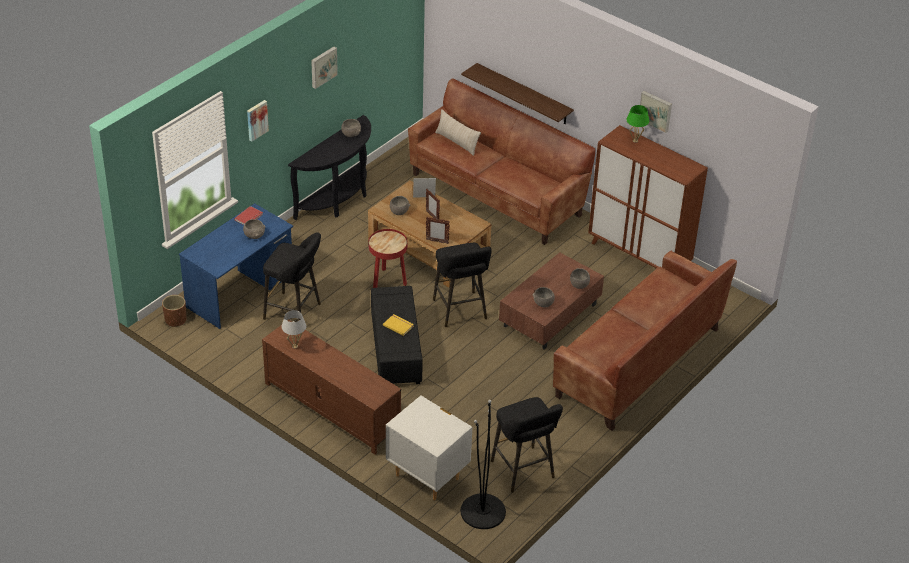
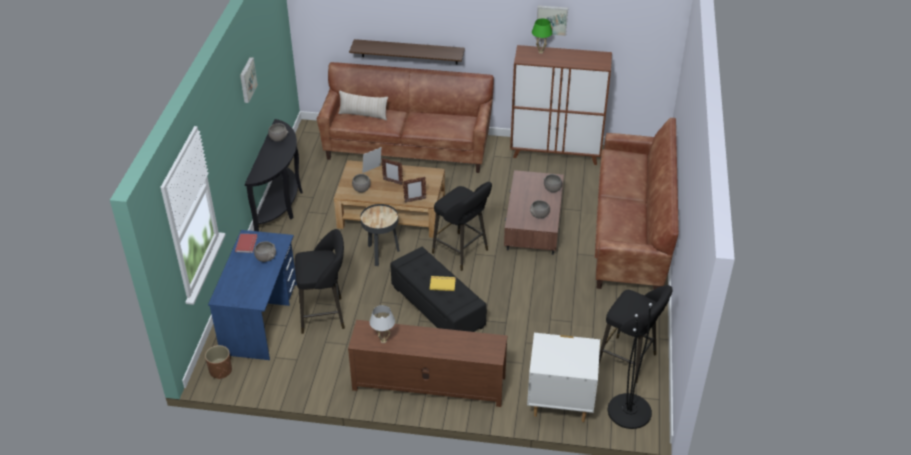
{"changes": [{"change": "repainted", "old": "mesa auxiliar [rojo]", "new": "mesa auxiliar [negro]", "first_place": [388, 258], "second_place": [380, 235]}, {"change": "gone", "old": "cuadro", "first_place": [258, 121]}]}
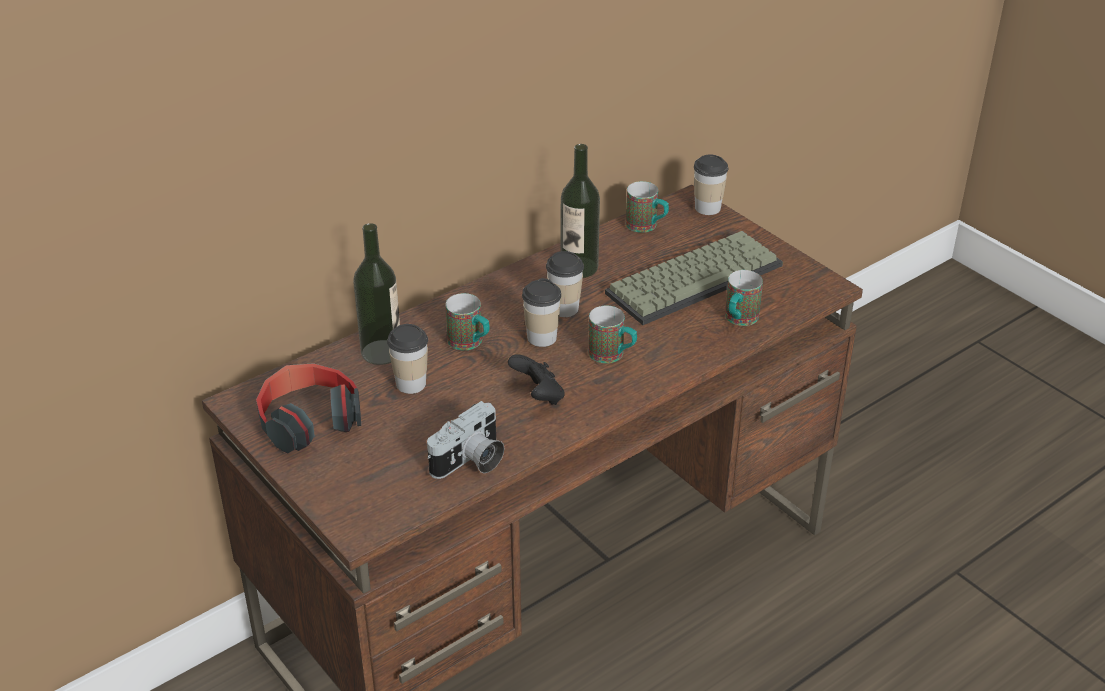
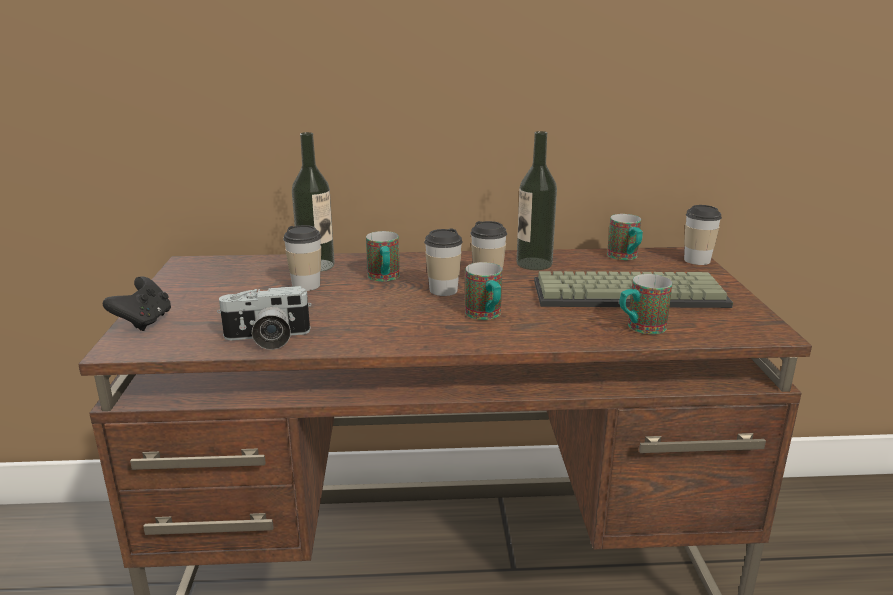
{"changes": [{"change": "shifted", "old": "mando de consola [negro]", "first_place": [536, 379], "second_place": [137, 303]}, {"change": "gone", "old": "auriculares", "first_place": [308, 408]}]}
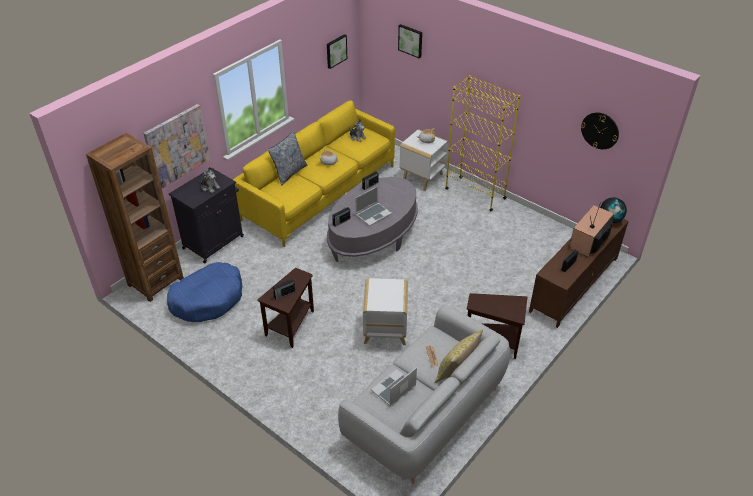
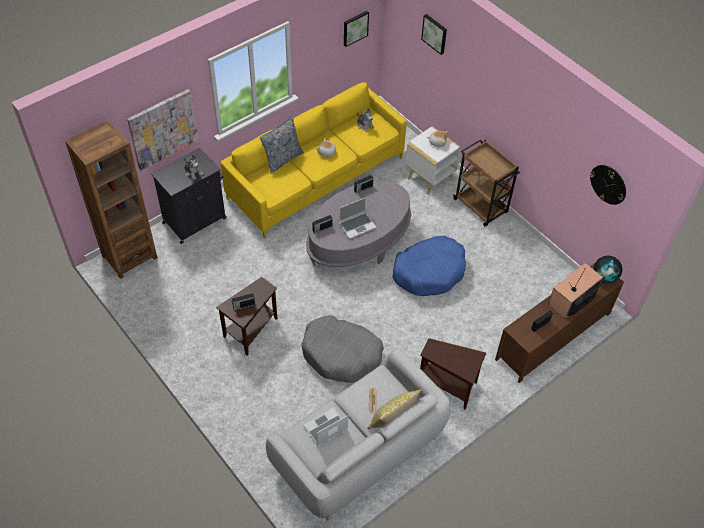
{"changes": [{"change": "swapped", "old": "mesa auxiliar [blanco]", "new": "cama para perro [gris]", "first_place": [385, 311], "second_place": [342, 349]}, {"change": "shifted", "old": "cama para perro [azul]", "first_place": [204, 292], "second_place": [429, 266]}, {"change": "swapped", "old": "estantería [amarillo]", "new": "carrito [marrón]", "first_place": [482, 143], "second_place": [486, 183]}]}
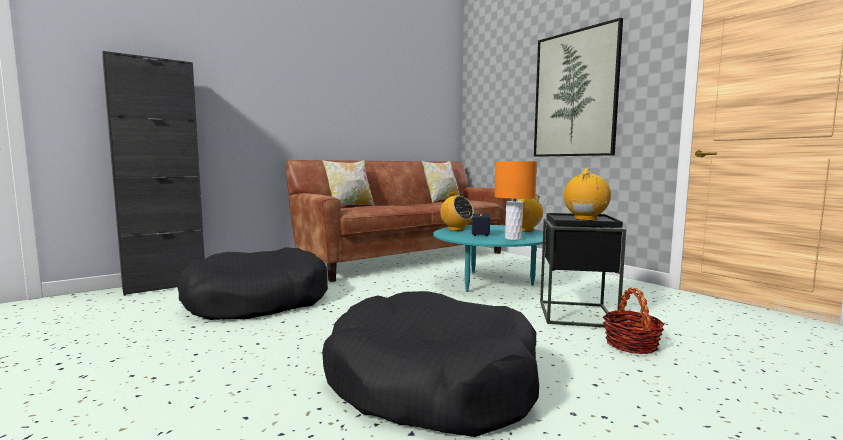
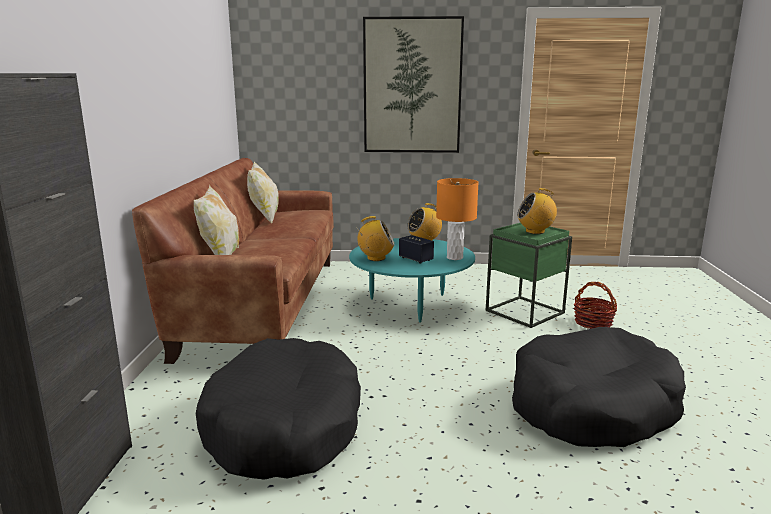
{"changes": [{"change": "repainted", "old": "mesa auxiliar [negro]", "new": "mesa auxiliar [verde]", "first_place": [583, 270], "second_place": [529, 275]}, {"change": "rotated", "old": "radio", "first_place": [587, 195], "second_place": [537, 211], "degrees": -75}]}
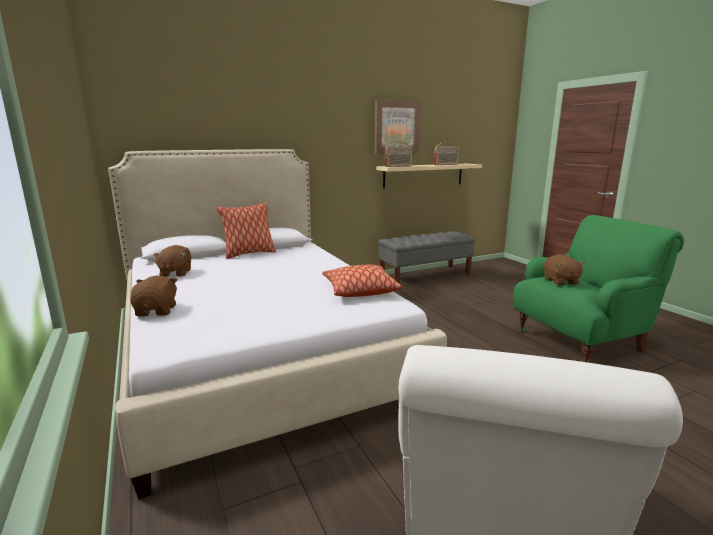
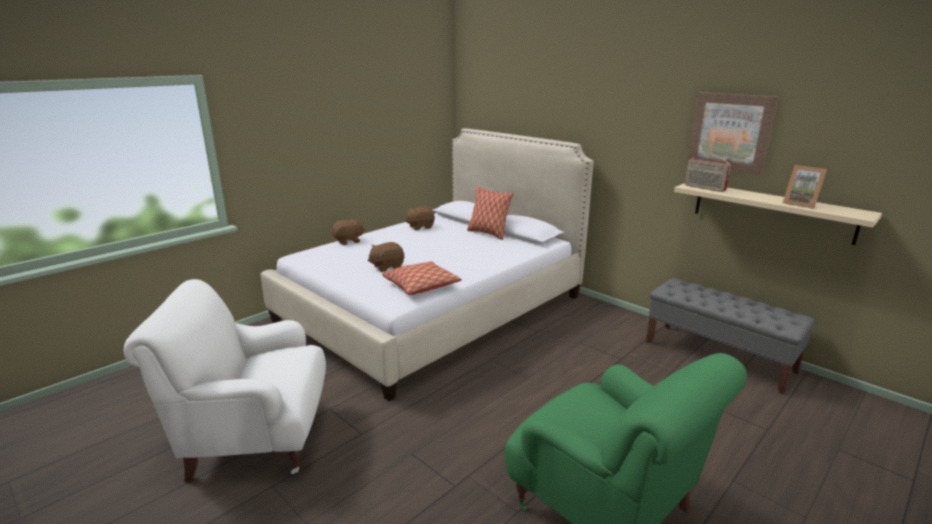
{"changes": [{"change": "shifted", "old": "peluche [marrón]", "first_place": [564, 270], "second_place": [386, 257]}, {"change": "swapped", "old": "radio", "new": "portarretratos", "first_place": [446, 153], "second_place": [805, 187]}]}
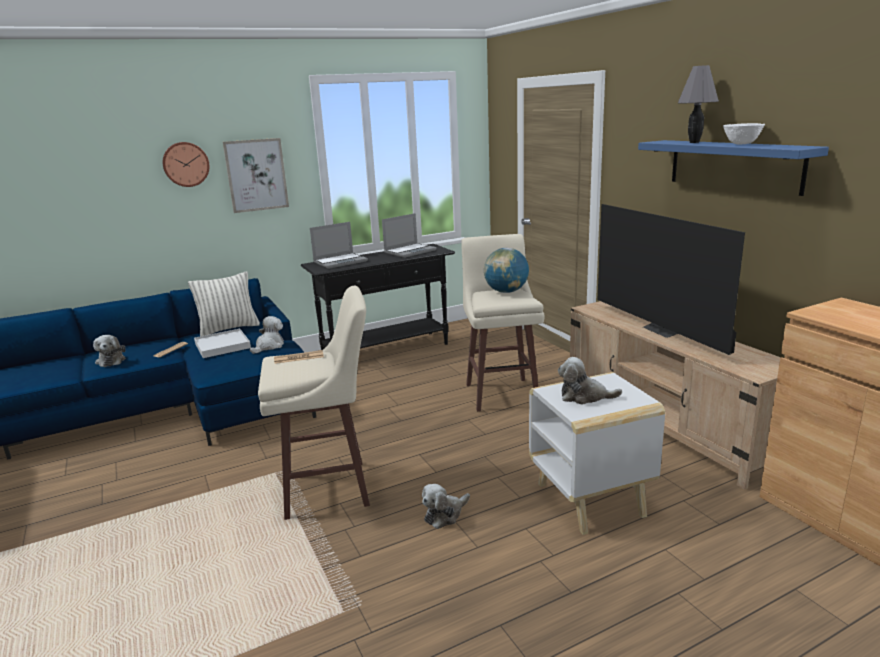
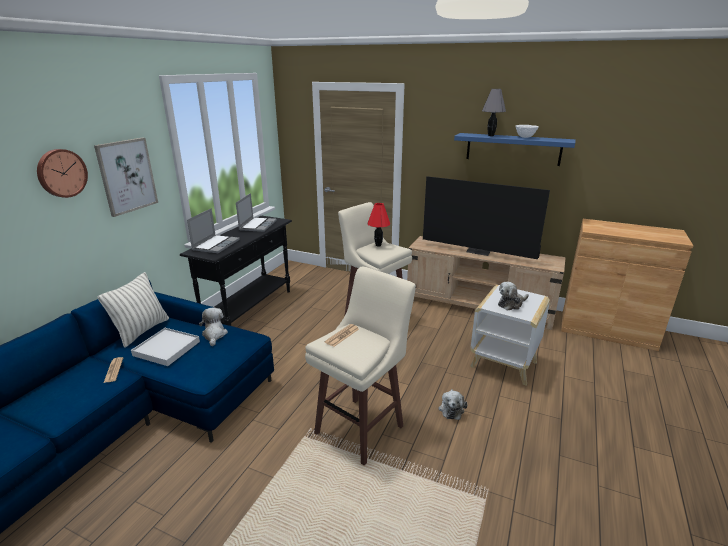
{"changes": [{"change": "swapped", "old": "globo terráqueo", "new": "lámpara de mesa [rojo]", "first_place": [506, 270], "second_place": [378, 225]}, {"change": "gone", "old": "peluche", "first_place": [109, 351]}]}
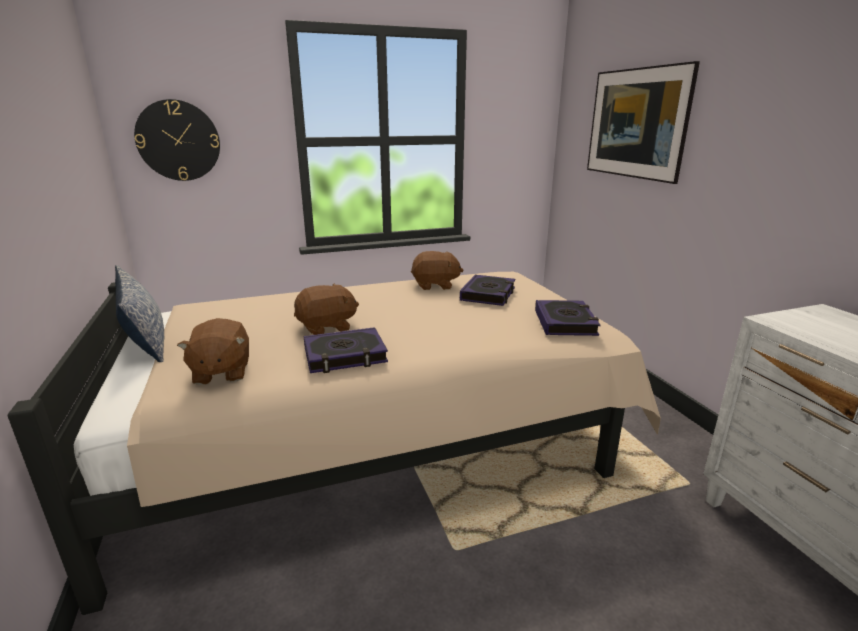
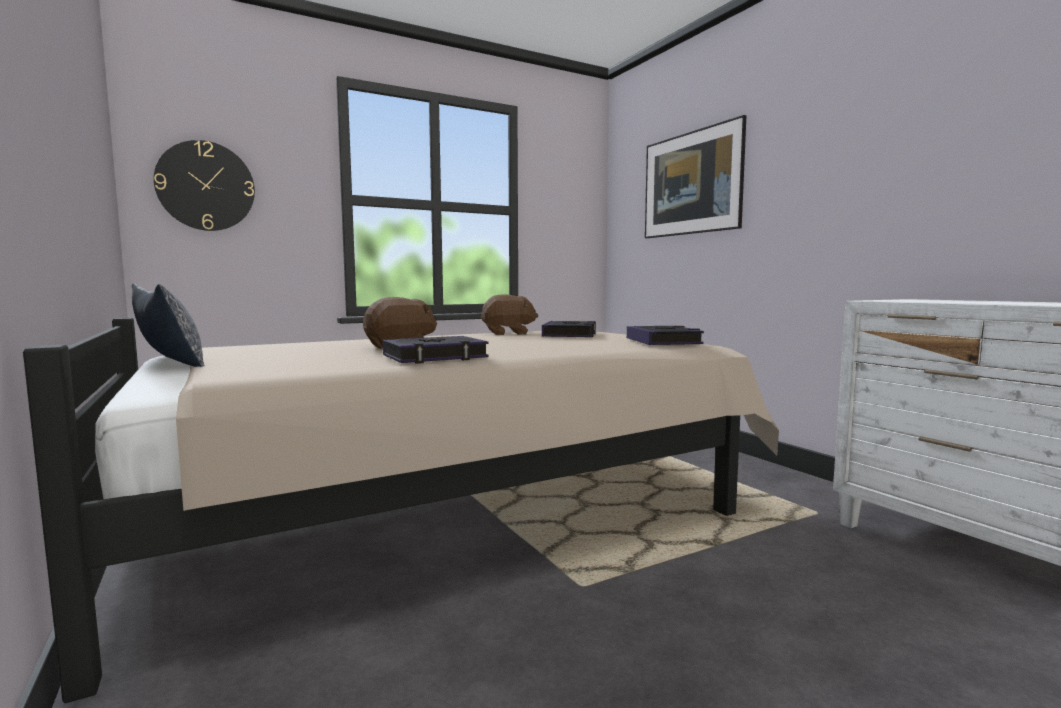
{"changes": [{"change": "gone", "old": "peluche [marrón]", "first_place": [213, 351]}]}
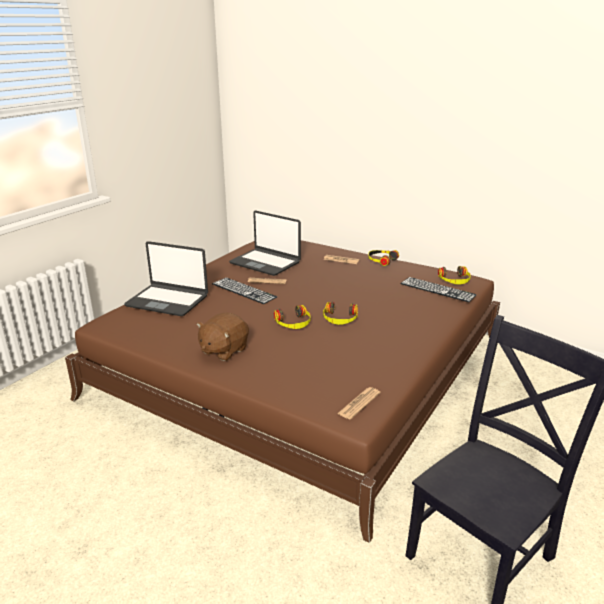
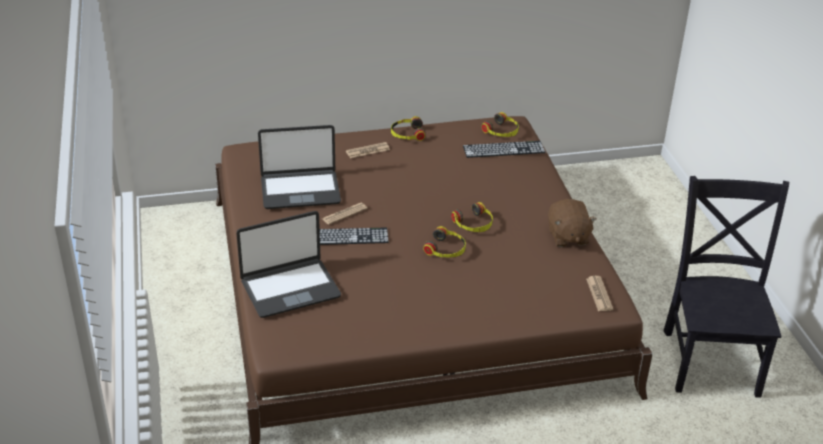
{"changes": [{"change": "shifted", "old": "peluche [marrón]", "first_place": [222, 337], "second_place": [572, 223]}]}
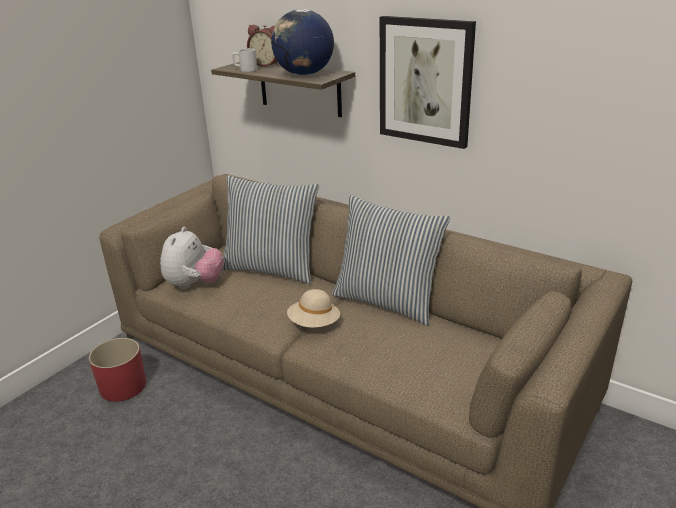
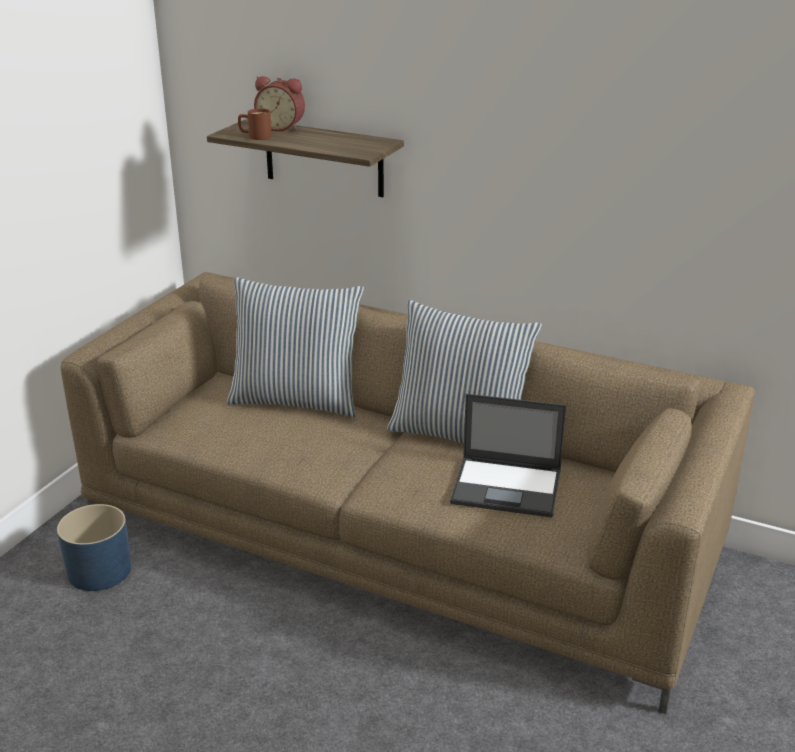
{"changes": [{"change": "repainted", "old": "maceta [rojo]", "new": "maceta [azul]", "first_place": [117, 370], "second_place": [94, 547]}, {"change": "repainted", "old": "taza grande [blanco]", "new": "taza grande [marrón]", "first_place": [244, 60], "second_place": [255, 124]}, {"change": "new", "new": "portátil", "second_place": [508, 456]}, {"change": "gone", "old": "peluche", "first_place": [192, 258]}, {"change": "gone", "old": "globo terráqueo", "first_place": [302, 42]}, {"change": "gone", "old": "sombrero [beis]", "first_place": [313, 308]}, {"change": "gone", "old": "cuadro", "first_place": [428, 82]}]}
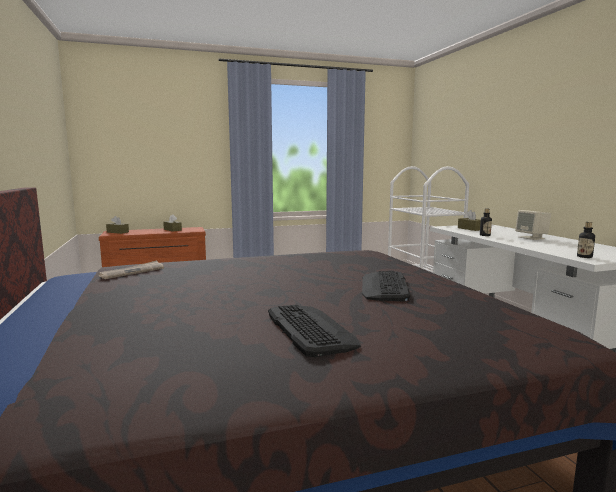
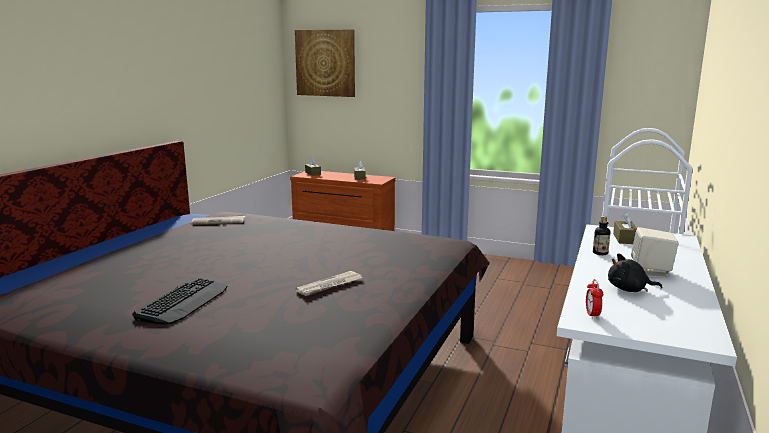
{"changes": [{"change": "new", "new": "cuadro", "second_place": [325, 63]}, {"change": "swapped", "old": "teclado", "new": "periódico", "first_place": [386, 286], "second_place": [329, 283]}, {"change": "swapped", "old": "botella", "new": "despertador", "first_place": [586, 240], "second_place": [594, 299]}, {"change": "new", "new": "peluche [negro]", "second_place": [635, 273]}]}
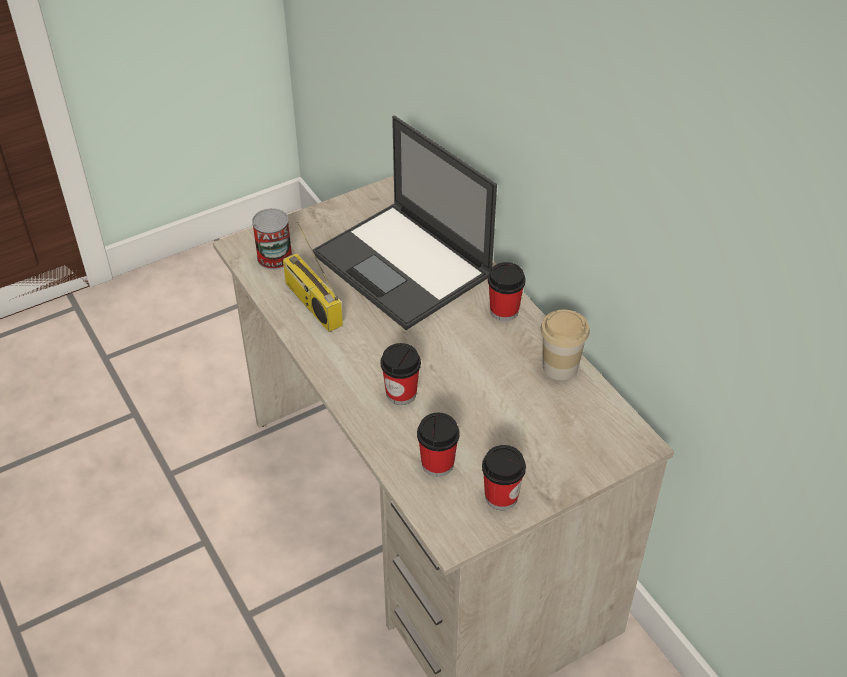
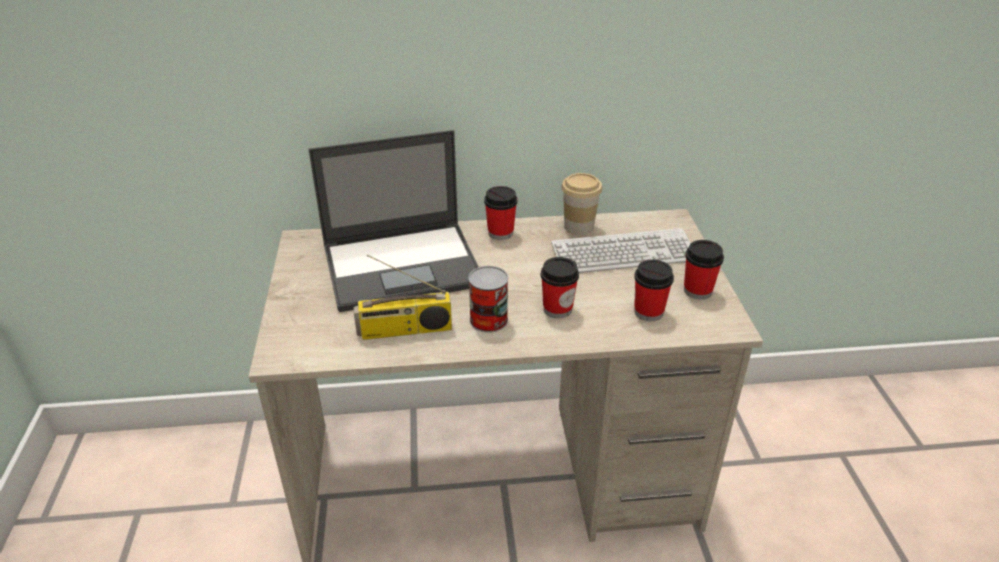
{"changes": [{"change": "shifted", "old": "lata", "first_place": [272, 239], "second_place": [488, 299]}, {"change": "new", "new": "teclado", "second_place": [621, 250]}]}
